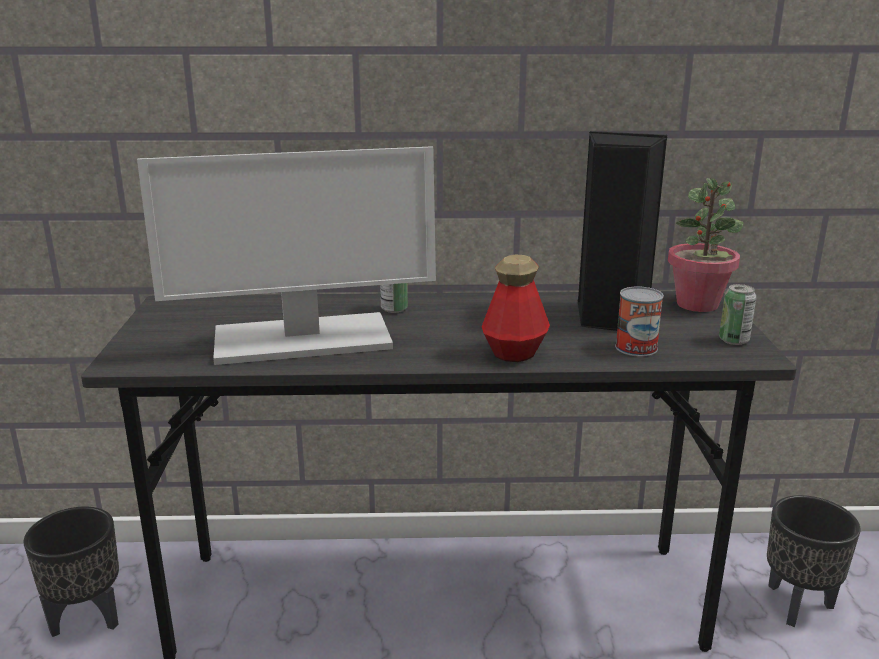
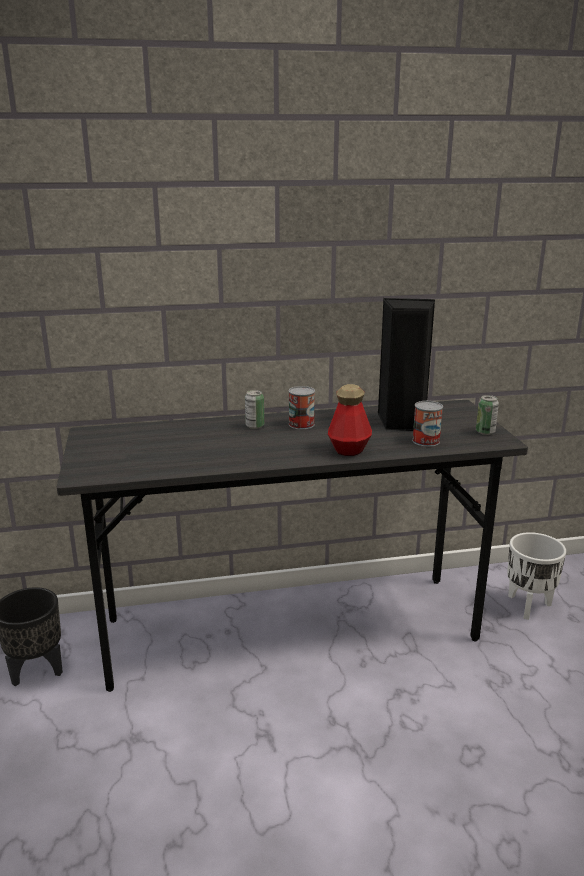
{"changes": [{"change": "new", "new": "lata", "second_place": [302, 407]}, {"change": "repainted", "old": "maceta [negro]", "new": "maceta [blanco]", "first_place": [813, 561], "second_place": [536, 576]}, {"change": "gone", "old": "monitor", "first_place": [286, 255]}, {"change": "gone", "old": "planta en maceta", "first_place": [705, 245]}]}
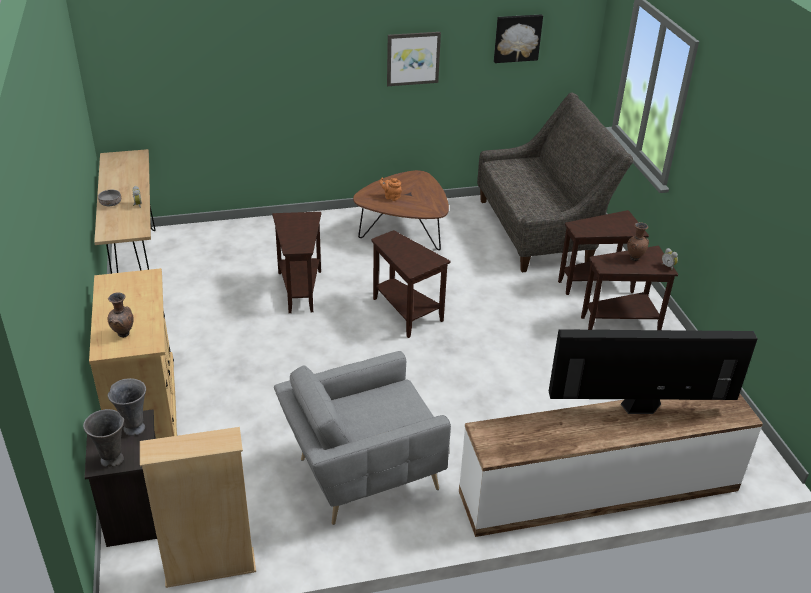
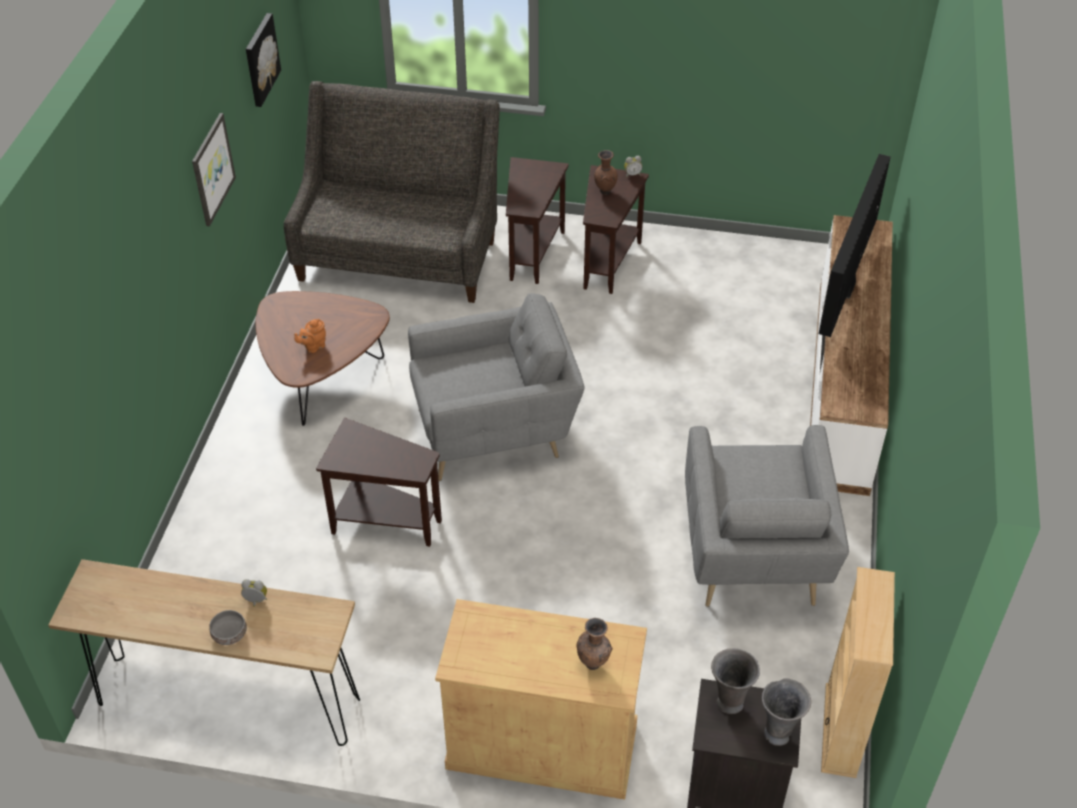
{"changes": [{"change": "swapped", "old": "mesa auxiliar [marrón]", "new": "sillón [gris]", "first_place": [410, 284], "second_place": [496, 387]}]}
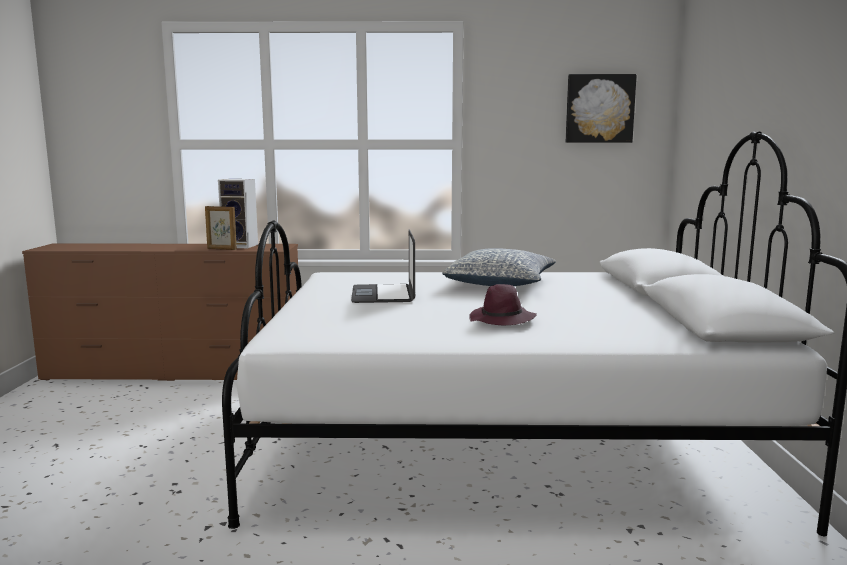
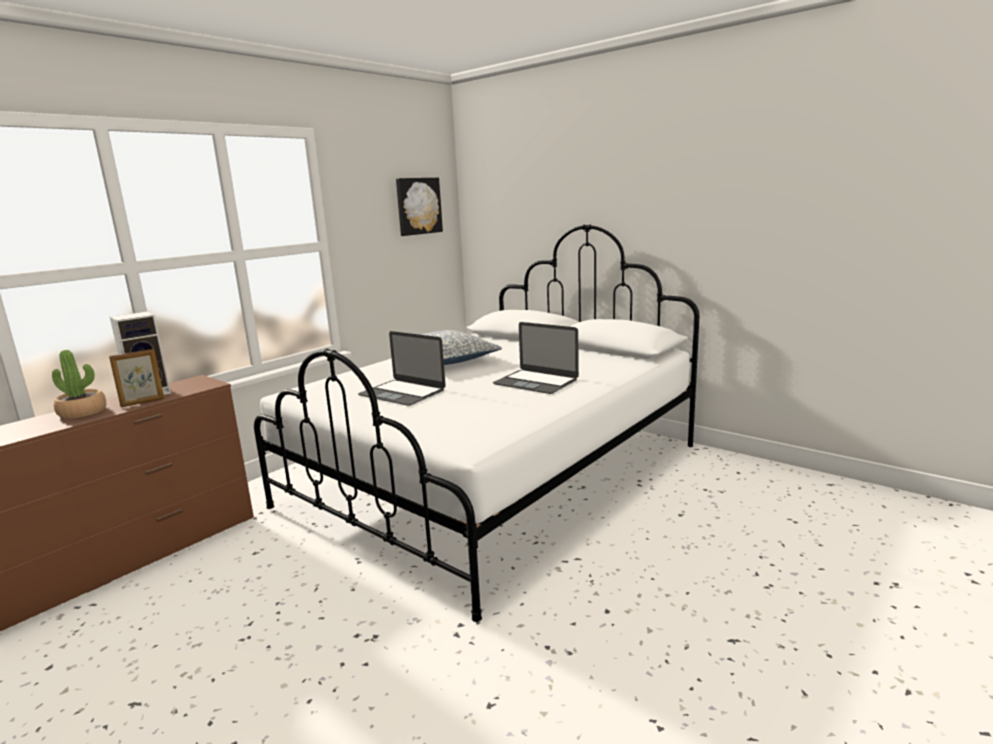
{"changes": [{"change": "new", "new": "planta en maceta", "second_place": [79, 384]}, {"change": "swapped", "old": "sombrero [morado]", "new": "portátil", "first_place": [503, 304], "second_place": [536, 358]}]}
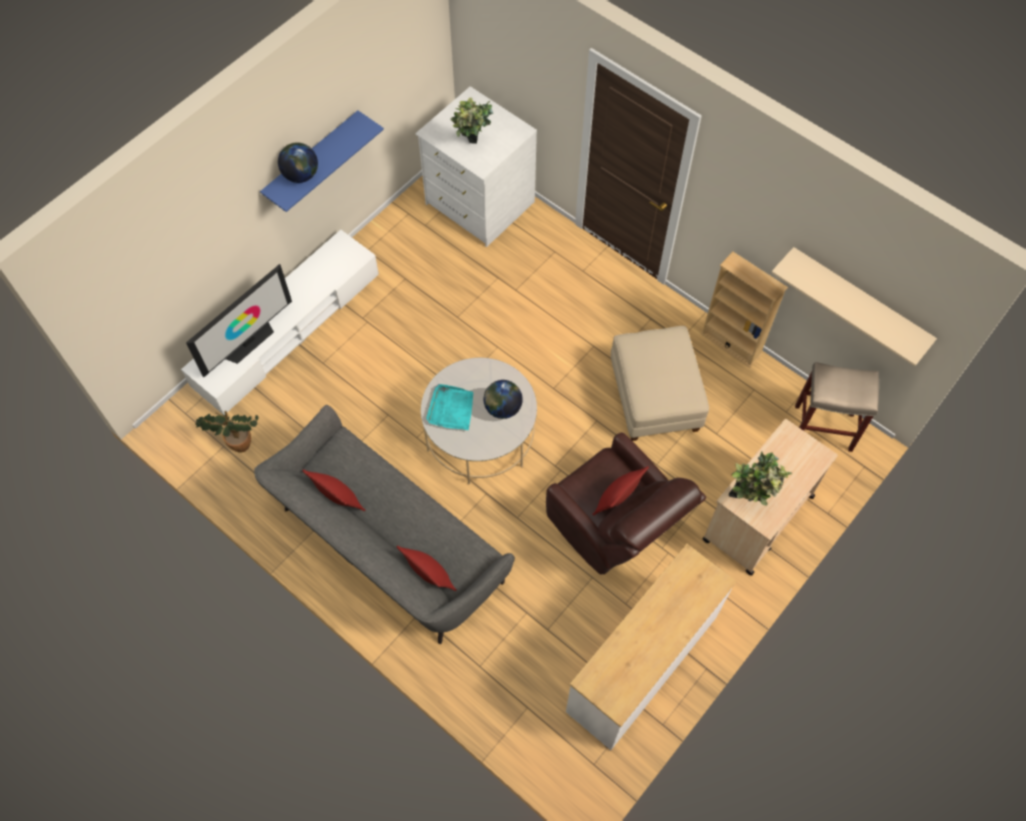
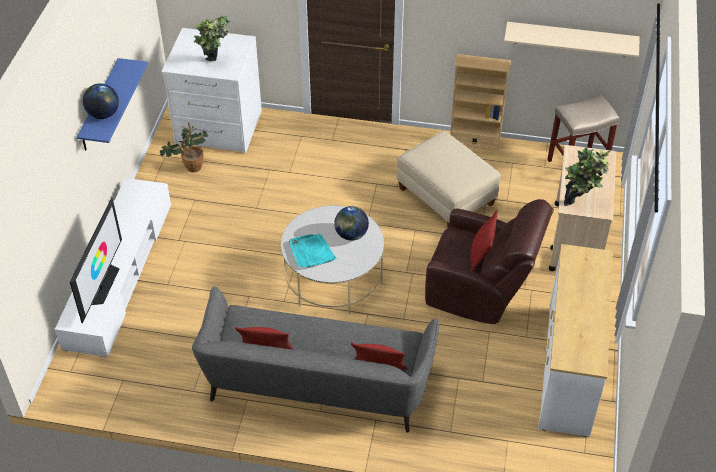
{"changes": [{"change": "shifted", "old": "planta en maceta", "first_place": [227, 432], "second_place": [183, 147]}]}
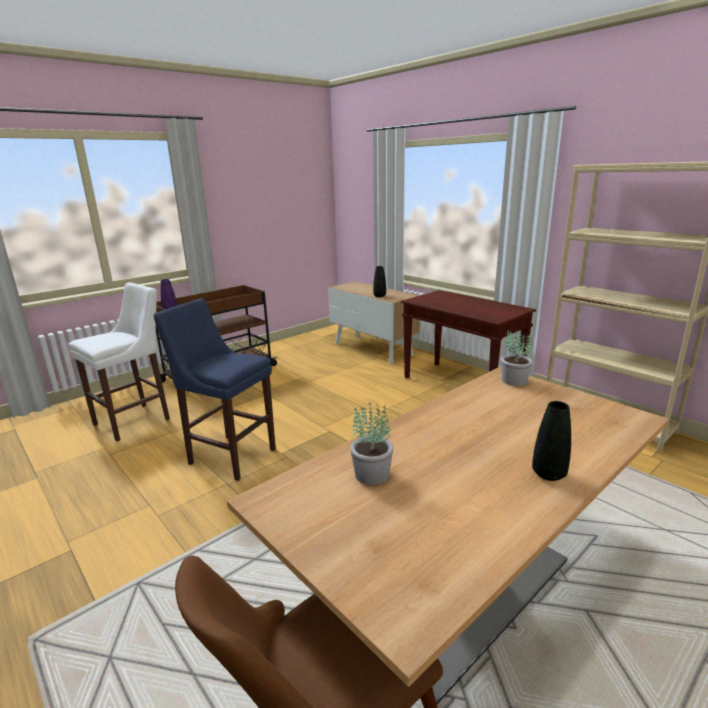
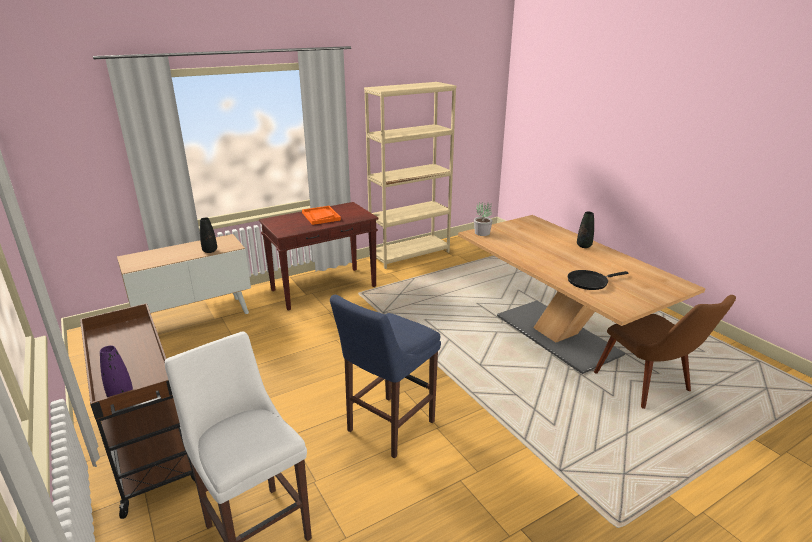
{"changes": [{"change": "new", "new": "bandeja [naranja]", "second_place": [321, 215]}, {"change": "swapped", "old": "planta en maceta", "new": "sartén [negro]", "first_place": [371, 444], "second_place": [598, 280]}]}
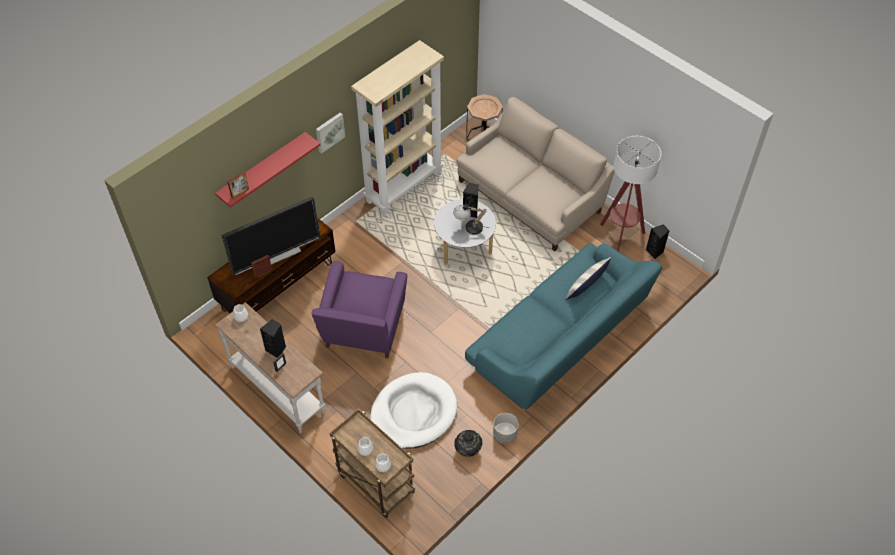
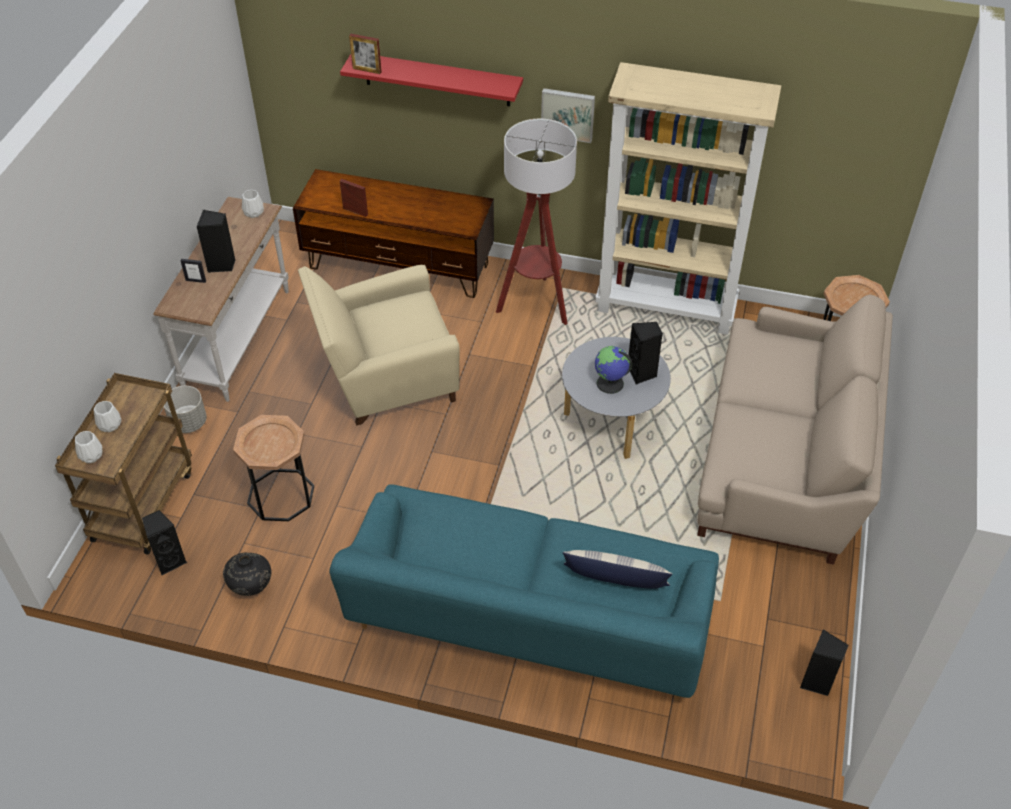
{"changes": [{"change": "new", "new": "altavoz [negro]", "second_place": [164, 542]}, {"change": "shifted", "old": "maceta [gris]", "first_place": [506, 428], "second_place": [185, 409]}, {"change": "swapped", "old": "cama para perro [blanco]", "new": "mesa auxiliar [marrón]", "first_place": [413, 410], "second_place": [273, 468]}, {"change": "repainted", "old": "sillón [morado]", "new": "sillón [beis]", "first_place": [359, 309], "second_place": [379, 345]}, {"change": "shifted", "old": "lámpara de pie", "first_place": [630, 194], "second_place": [536, 222]}, {"change": "swapped", "old": "lámpara de mesa", "new": "globo terráqueo", "first_place": [470, 219], "second_place": [613, 370]}, {"change": "gone", "old": "televisor", "first_place": [271, 235]}]}
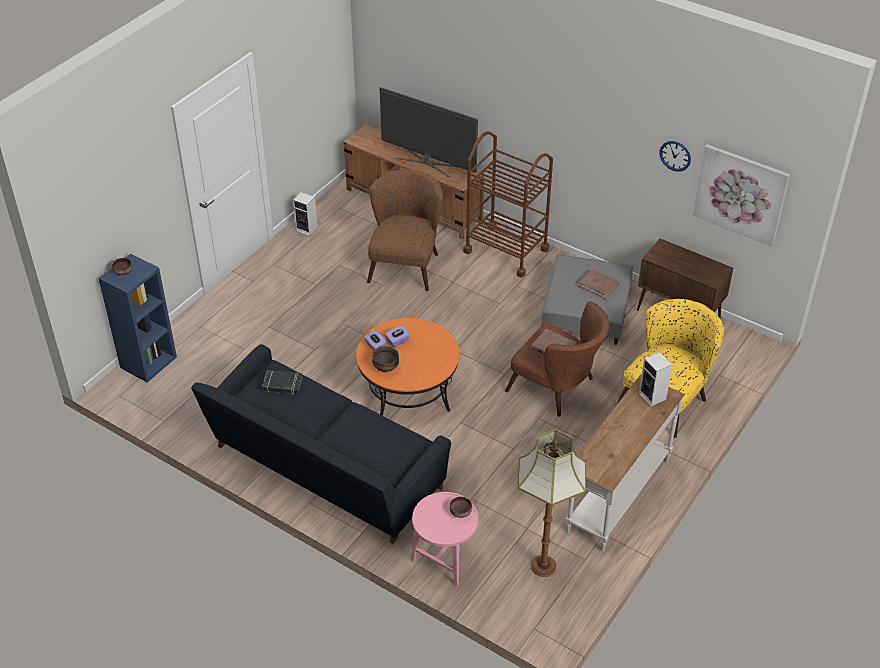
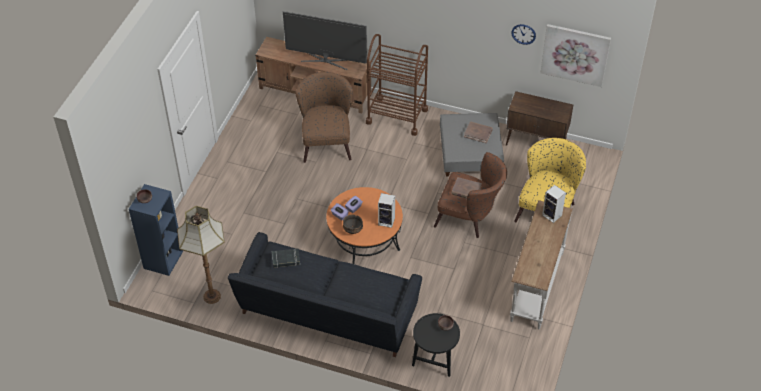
{"changes": [{"change": "shifted", "old": "lámpara de pie", "first_place": [552, 503], "second_place": [201, 255]}, {"change": "shifted", "old": "altavoz", "first_place": [305, 214], "second_place": [386, 210]}, {"change": "repainted", "old": "mesa auxiliar [rosa]", "new": "mesa auxiliar [negro]", "first_place": [444, 539], "second_place": [436, 345]}]}
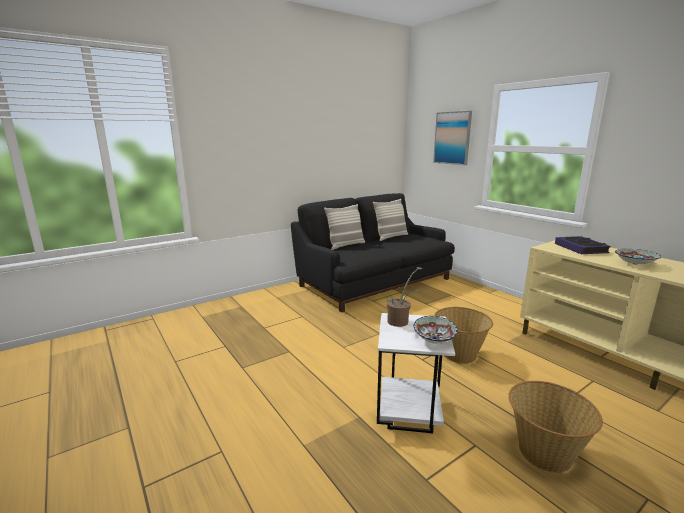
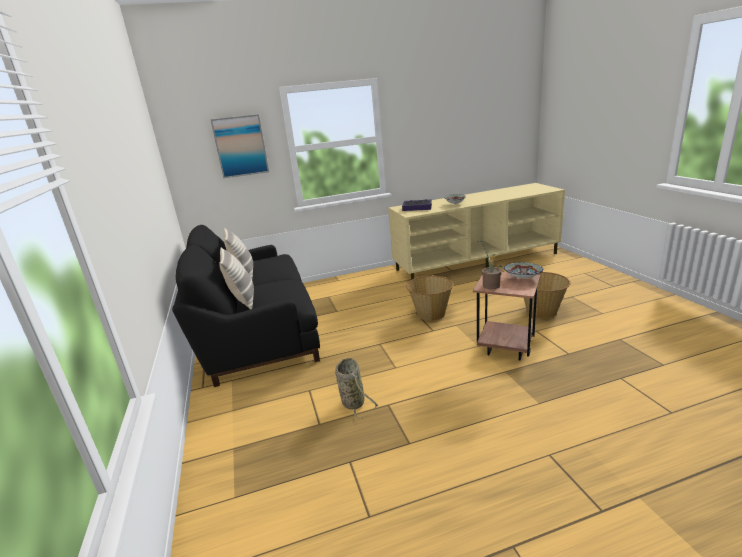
{"changes": [{"change": "new", "new": "cesta", "second_place": [357, 388]}, {"change": "repainted", "old": "mesa auxiliar [blanco]", "new": "mesa auxiliar [marrón]", "first_place": [416, 373], "second_place": [506, 316]}]}
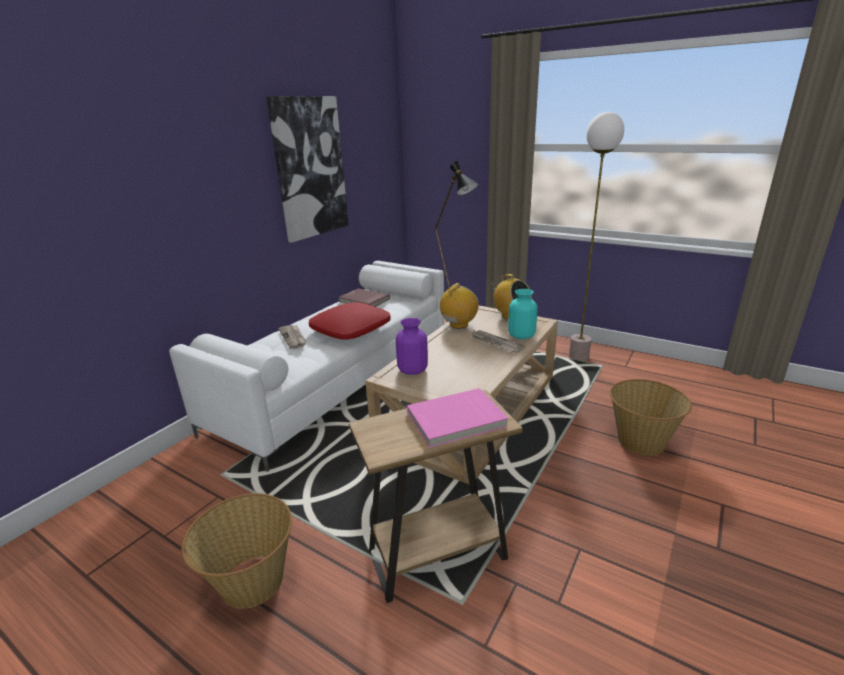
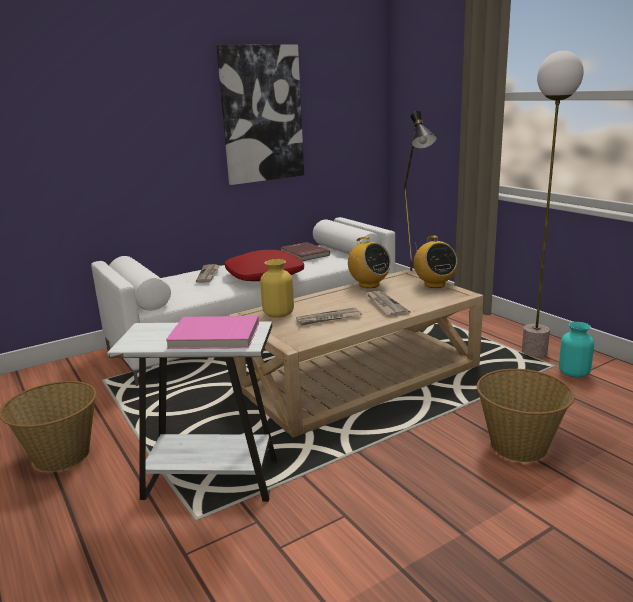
{"changes": [{"change": "repainted", "old": "mesa auxiliar [marrón]", "new": "mesa auxiliar [blanco]", "first_place": [436, 496], "second_place": [192, 412]}, {"change": "repainted", "old": "florero [morado]", "new": "florero [amarillo]", "first_place": [412, 346], "second_place": [277, 288]}, {"change": "new", "new": "periódico", "second_place": [329, 316]}, {"change": "rotated", "old": "radio", "first_place": [459, 305], "second_place": [368, 262], "degrees": 75}, {"change": "shifted", "old": "florero [turquesa]", "first_place": [523, 314], "second_place": [576, 350]}]}
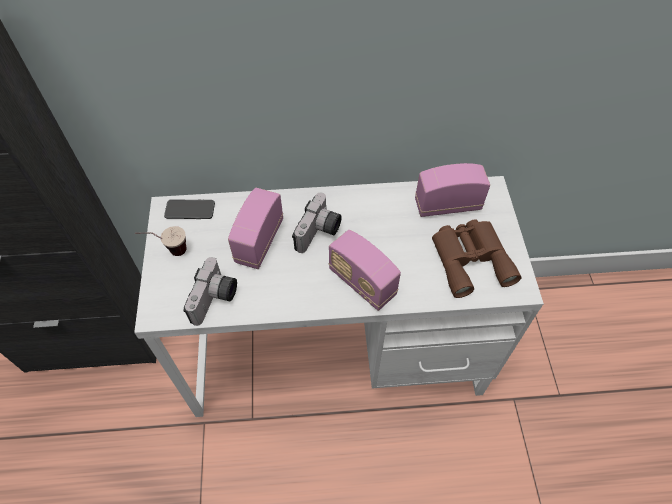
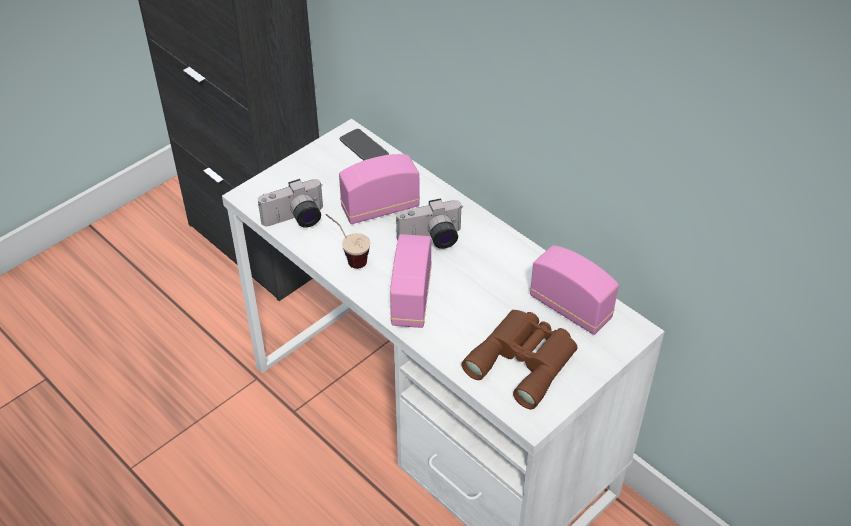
{"changes": [{"change": "shifted", "old": "taza", "first_place": [161, 241], "second_place": [348, 241]}]}
